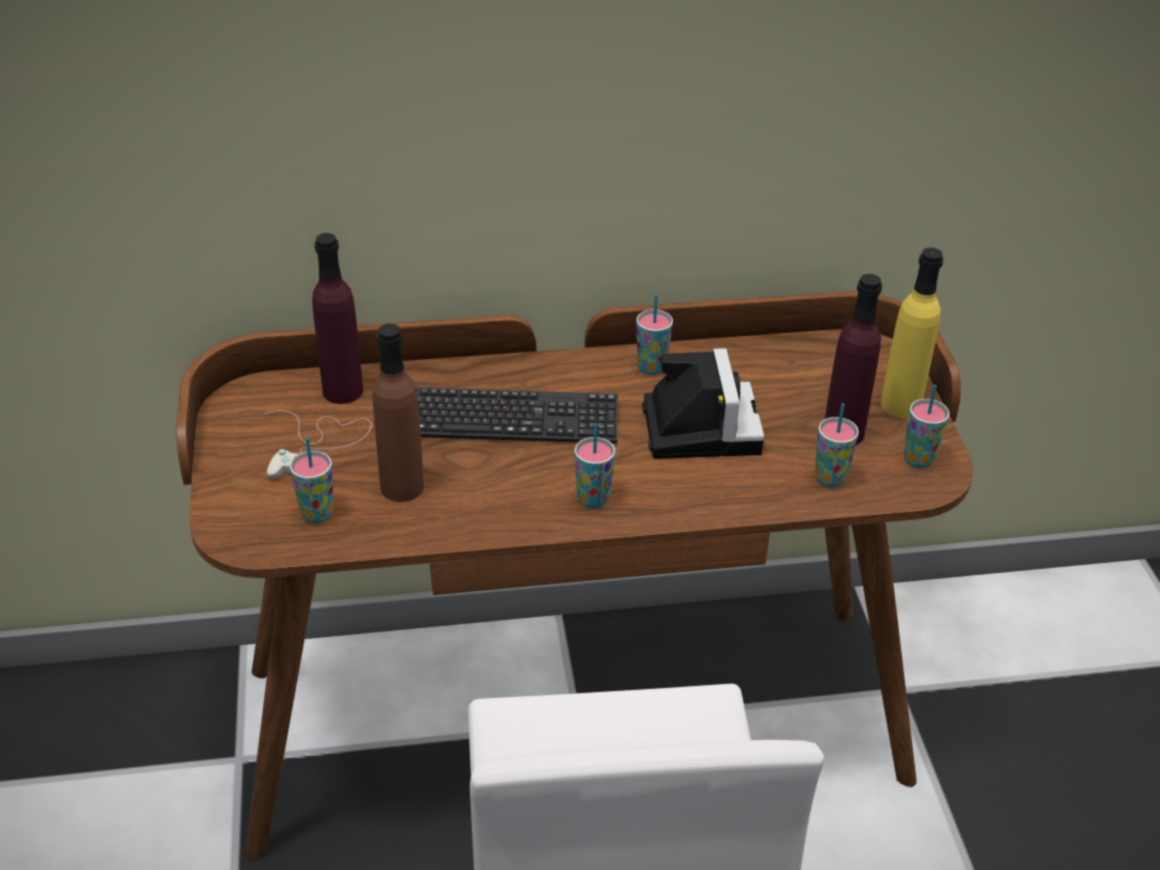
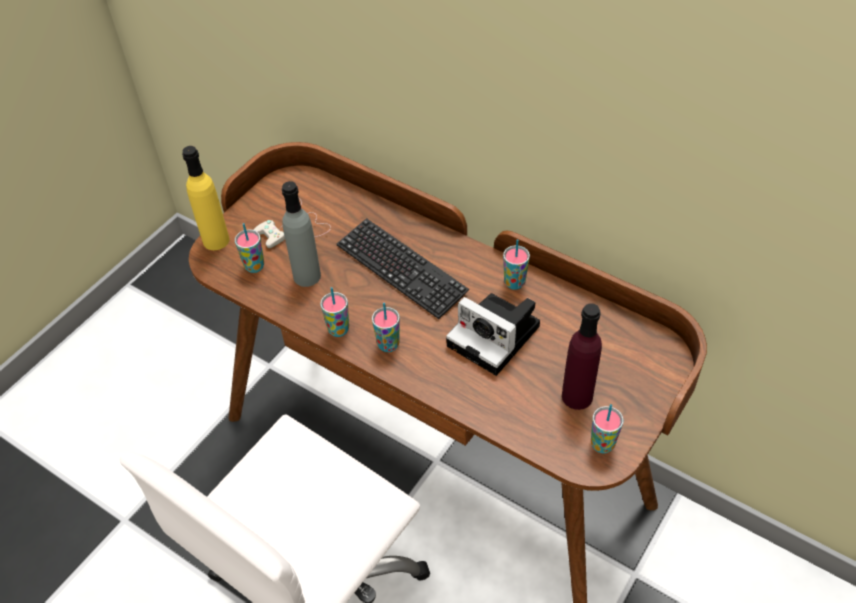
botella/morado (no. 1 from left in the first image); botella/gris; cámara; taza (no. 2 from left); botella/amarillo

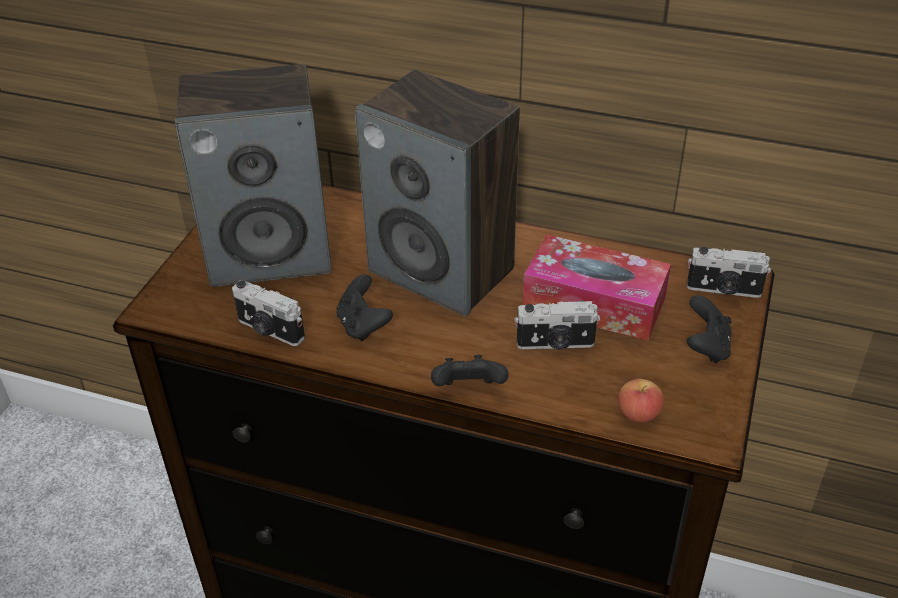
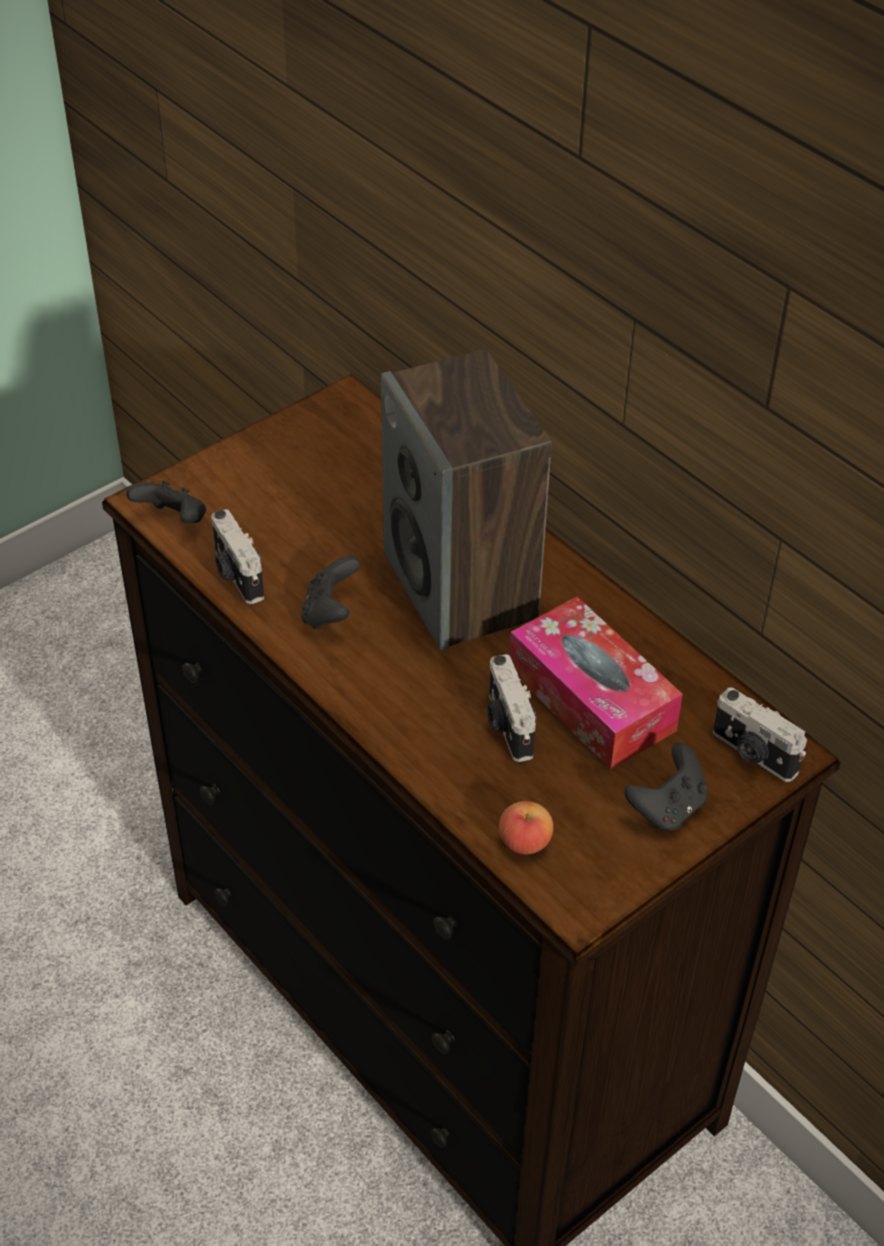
altavoz (no. 1 from left in the first image); mando de consola/negro (no. 1 from left); cámara (no. 2 from left)

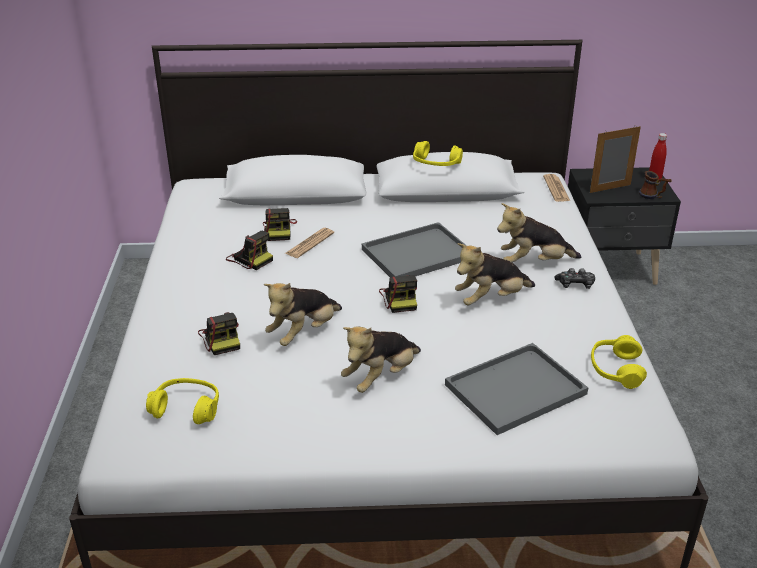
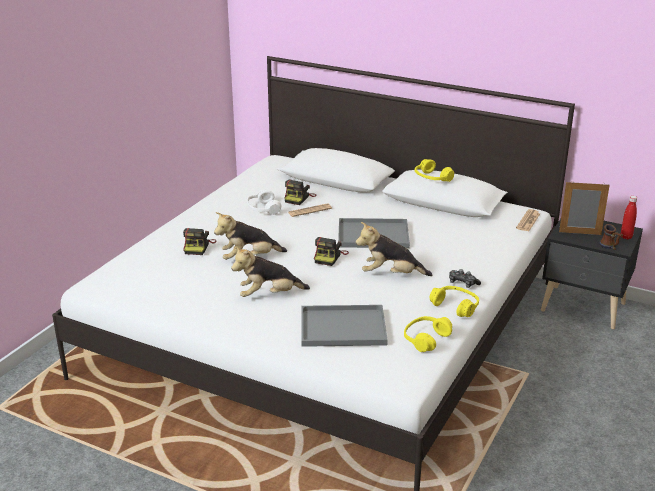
auriculares/amarillo (no. 3 from left); auriculares/blanco; peluche (no. 4 from left in the first image)

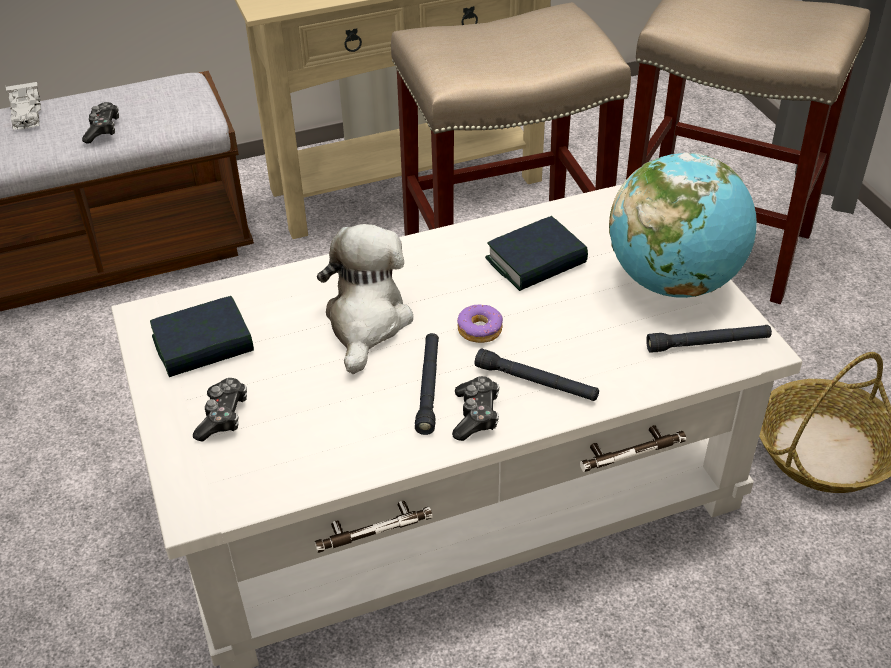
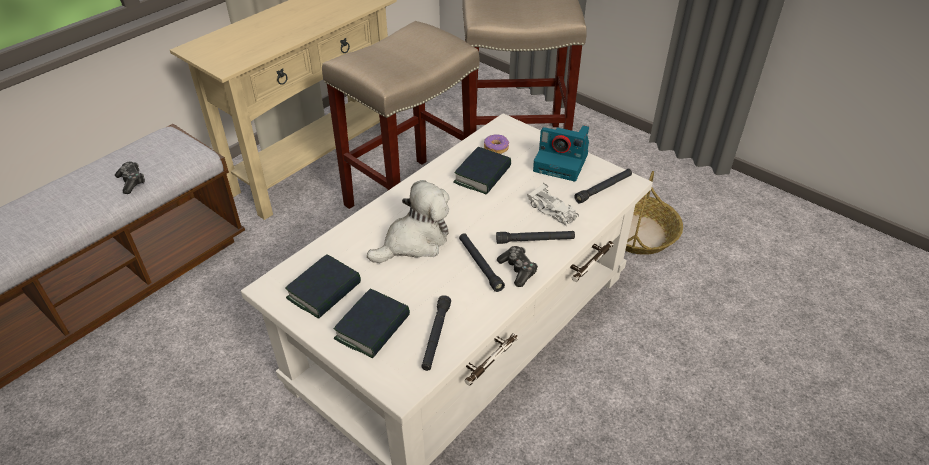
coche de juguete/blanco; libro (no. 2 from left); peluche; rosquilla; cámara; linterna/negro (no. 1 from left)

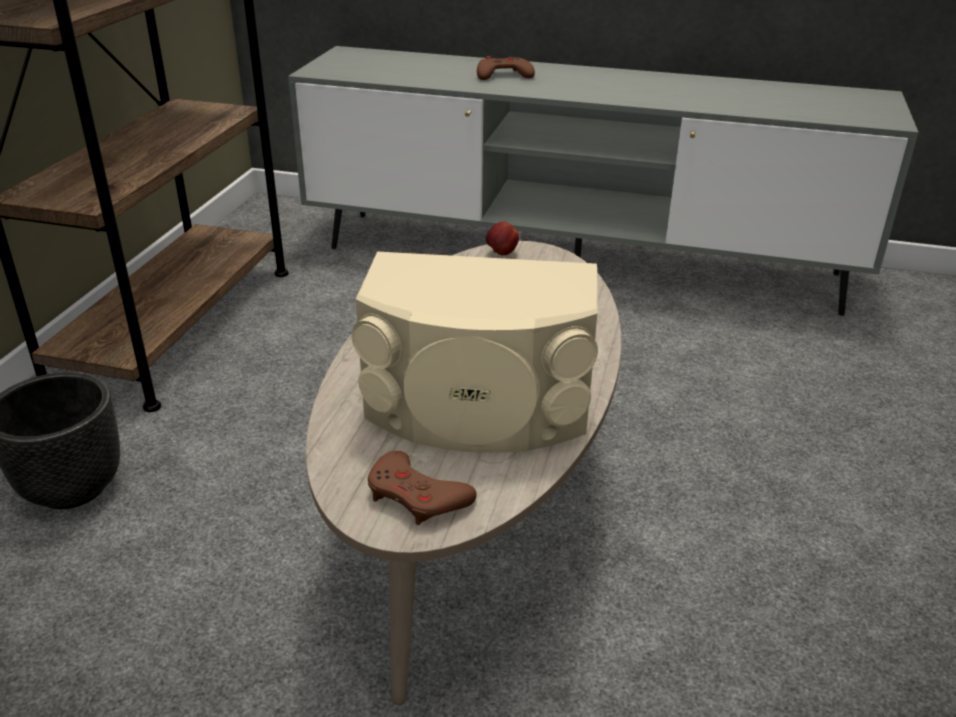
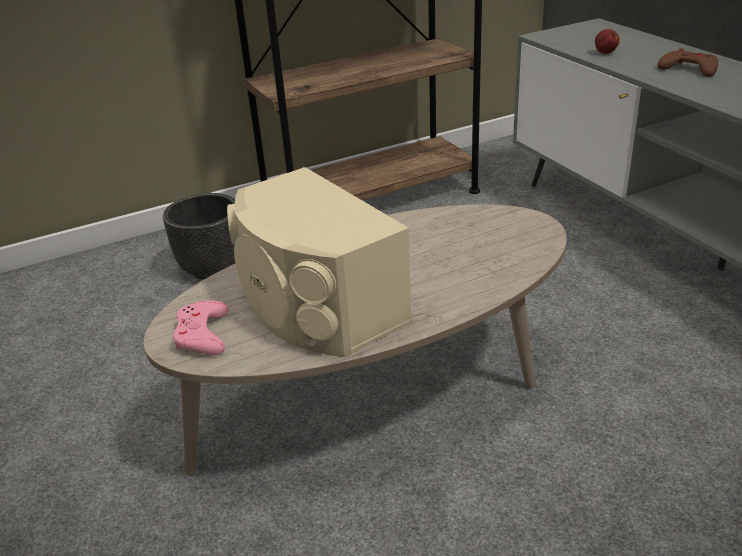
mando de consola/rosa; manzana

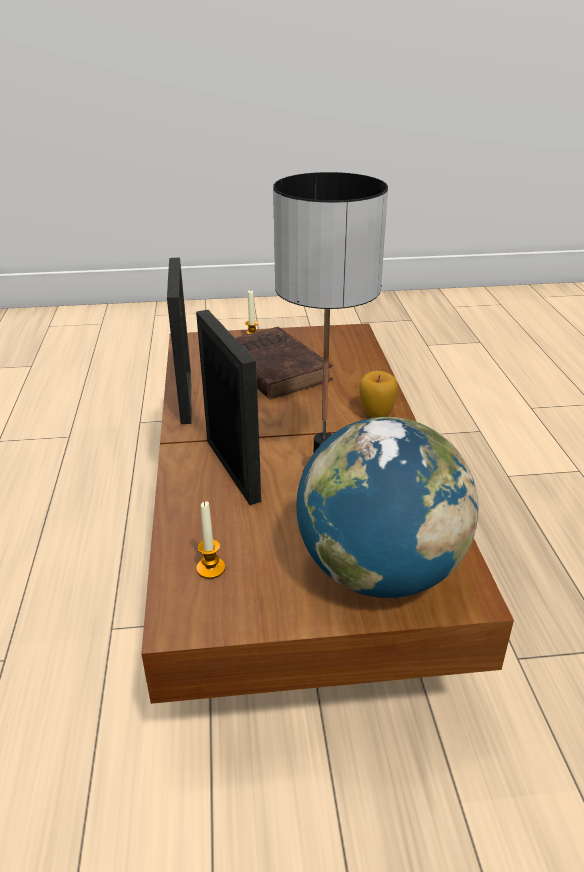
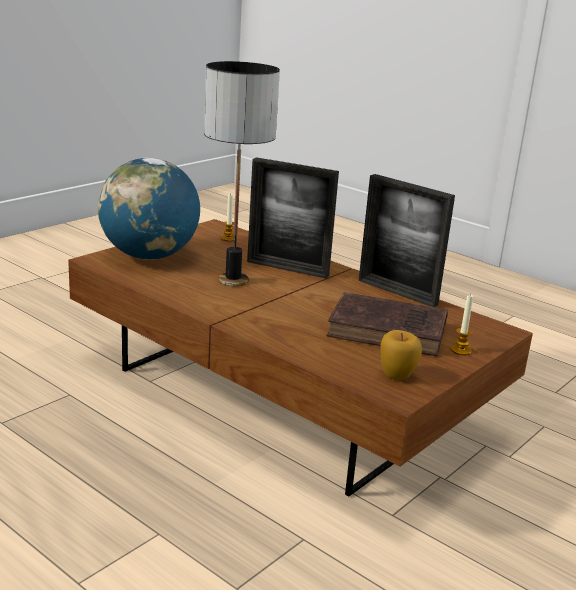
manzana

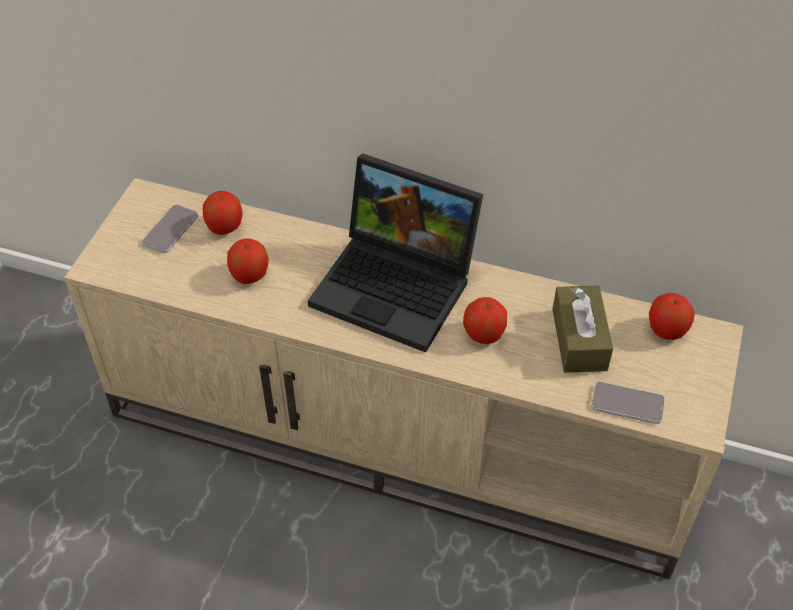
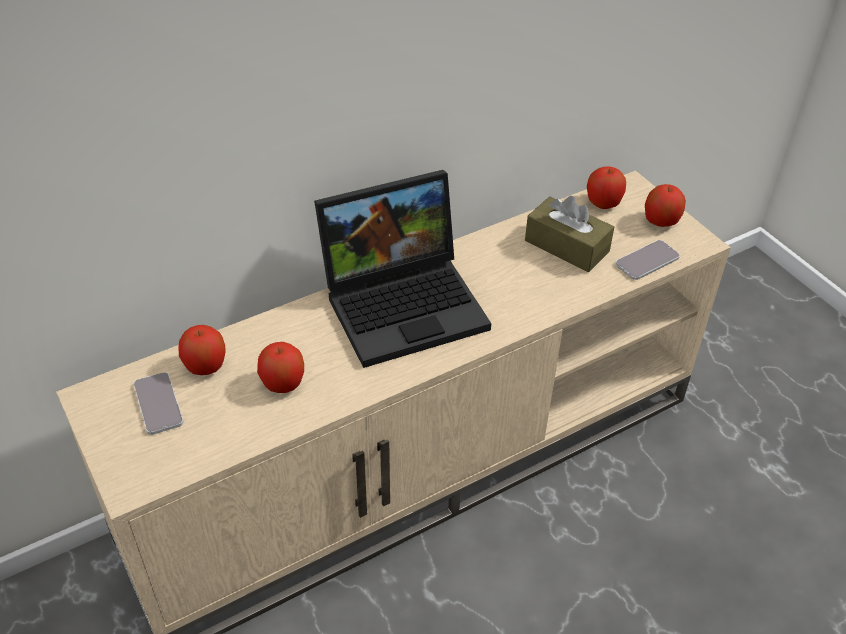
manzana (no. 4 from left)

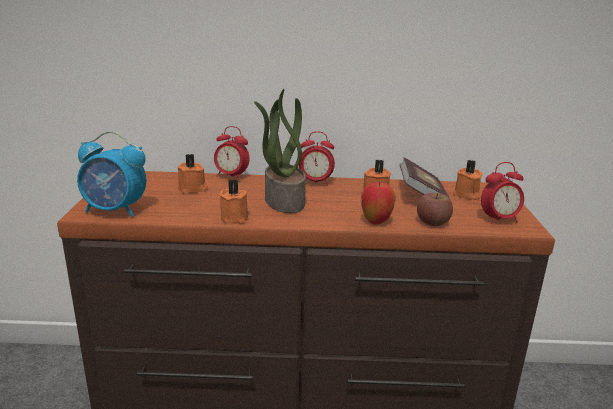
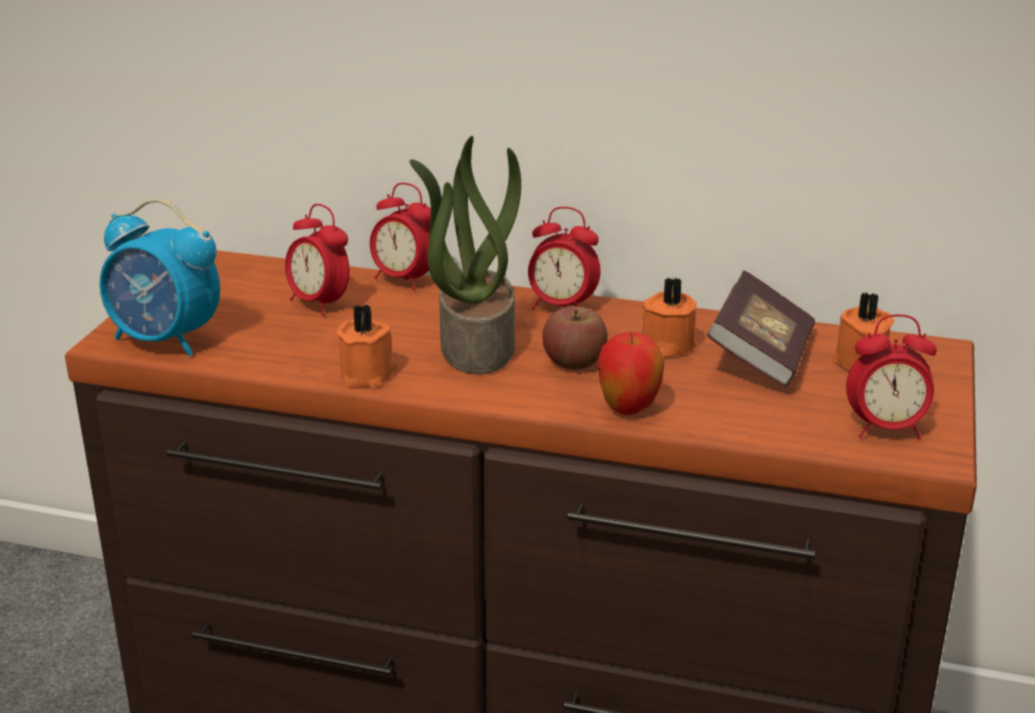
despertador (no. 2 from left); manzana (no. 1 from left)

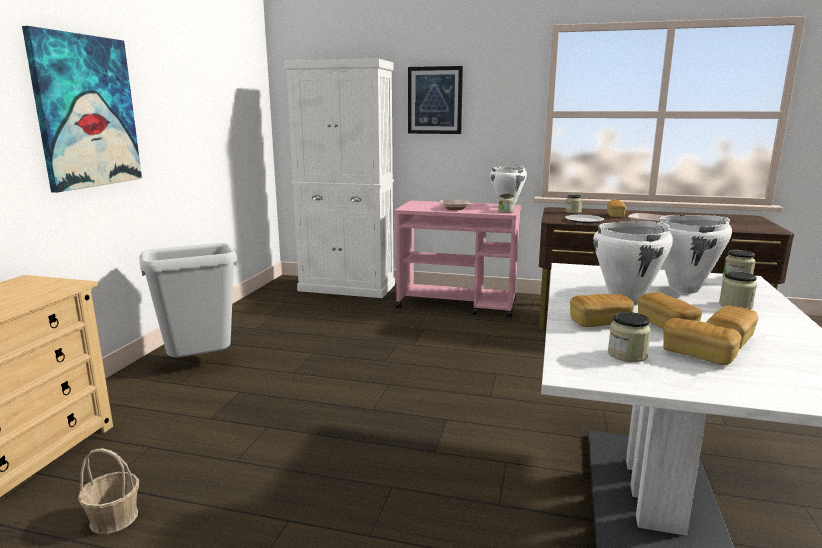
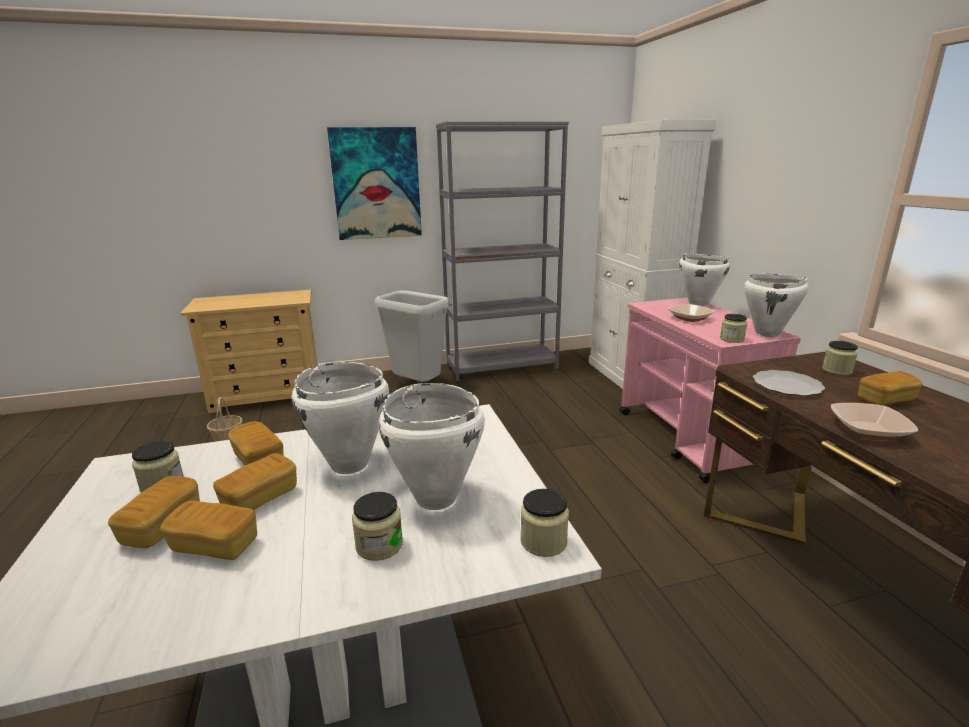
cuadro (no. 2 from left in the first image); estantería/gris; olla/blanco (no. 3 from left)

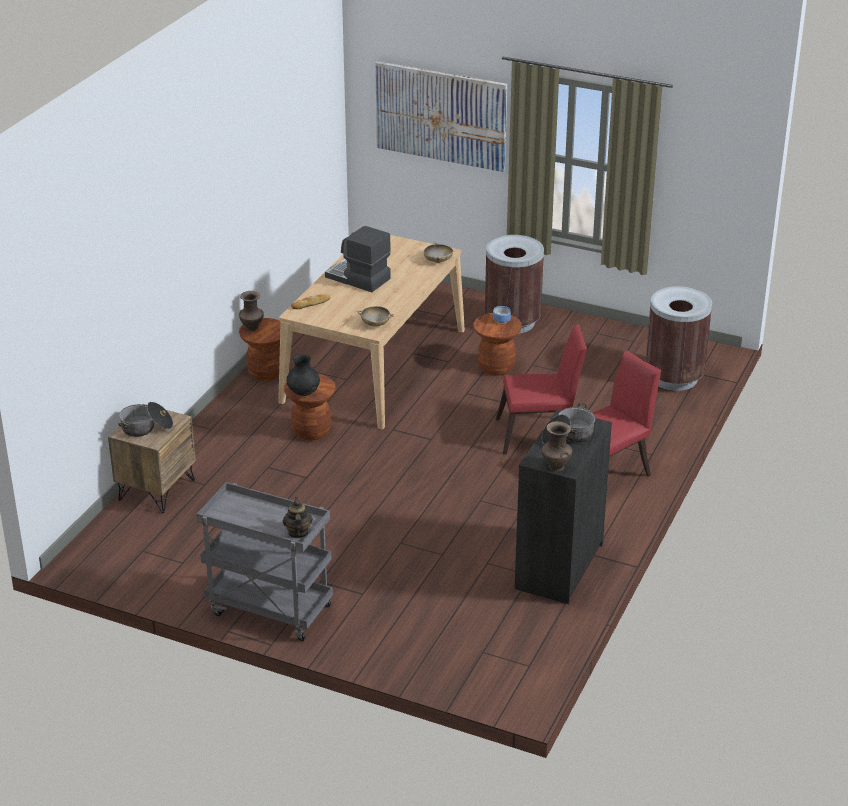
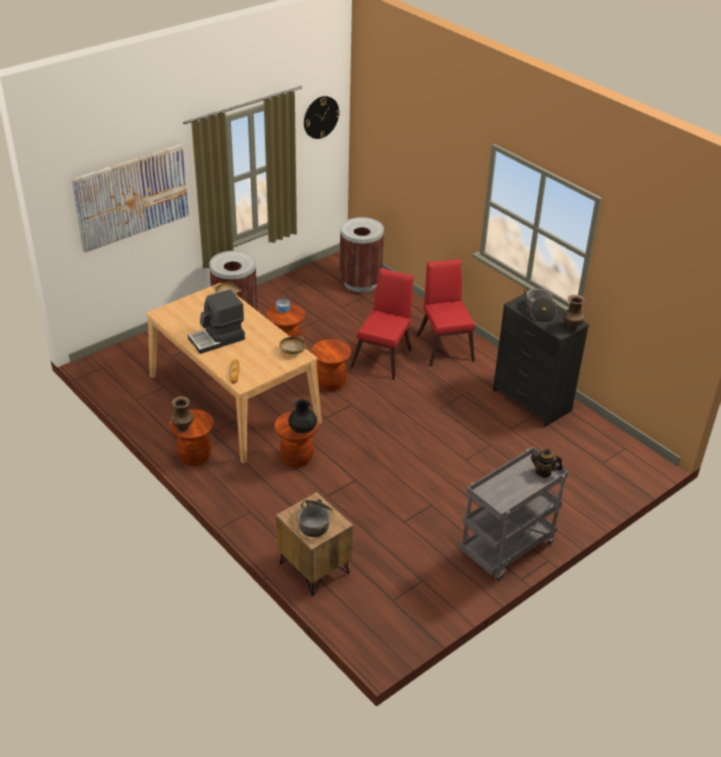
reloj de pared; taburete/marrón (no. 4 from left)

